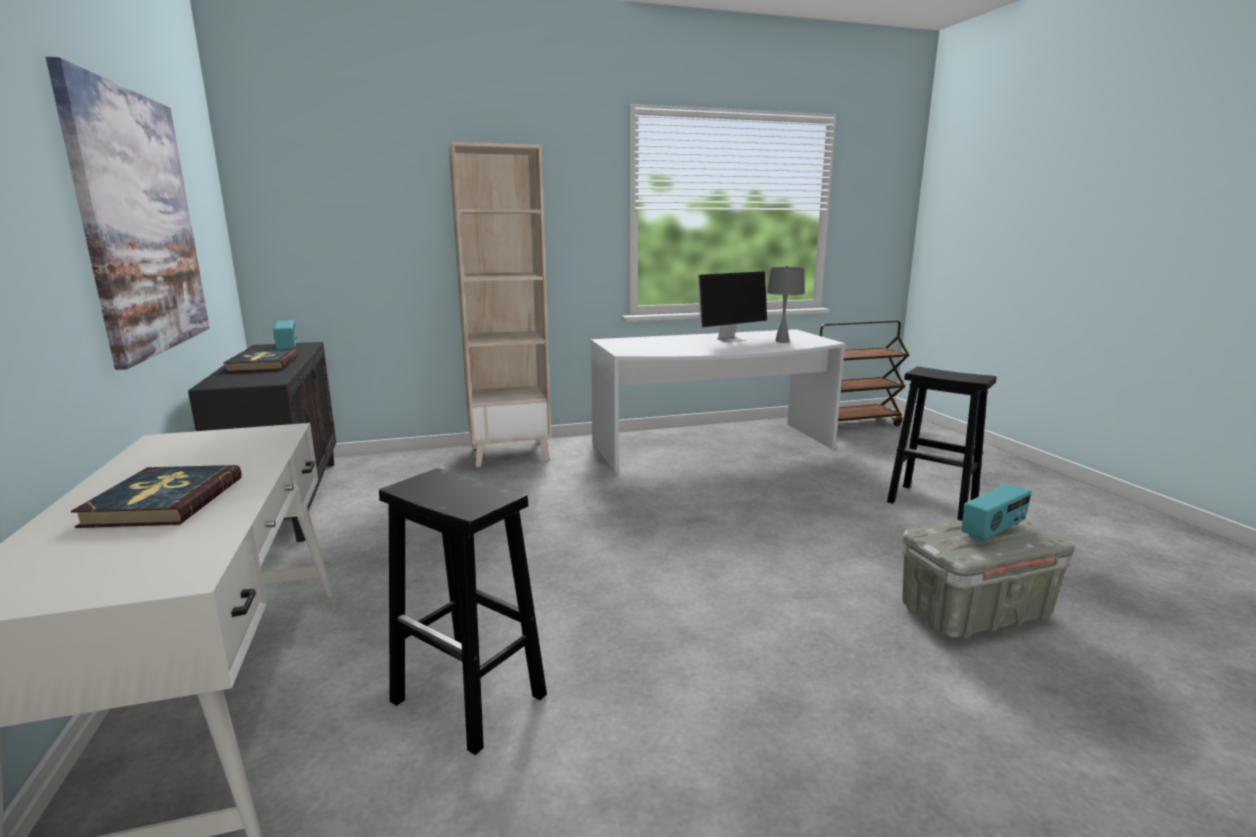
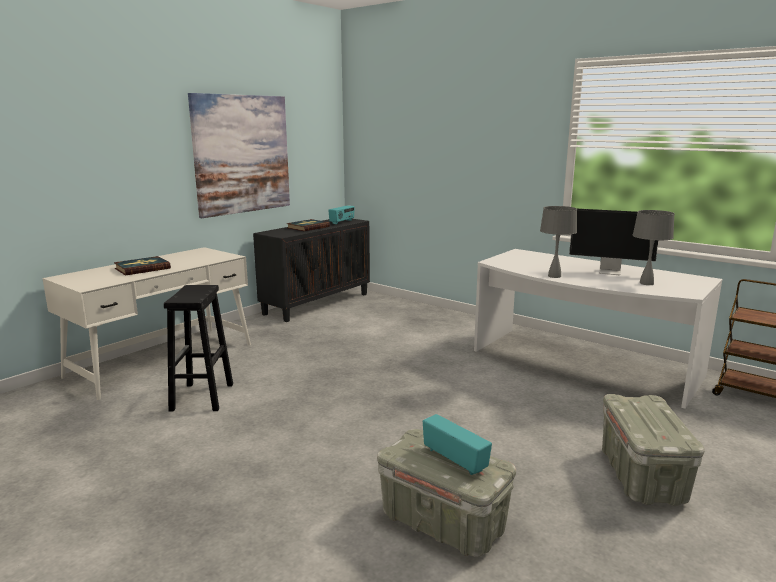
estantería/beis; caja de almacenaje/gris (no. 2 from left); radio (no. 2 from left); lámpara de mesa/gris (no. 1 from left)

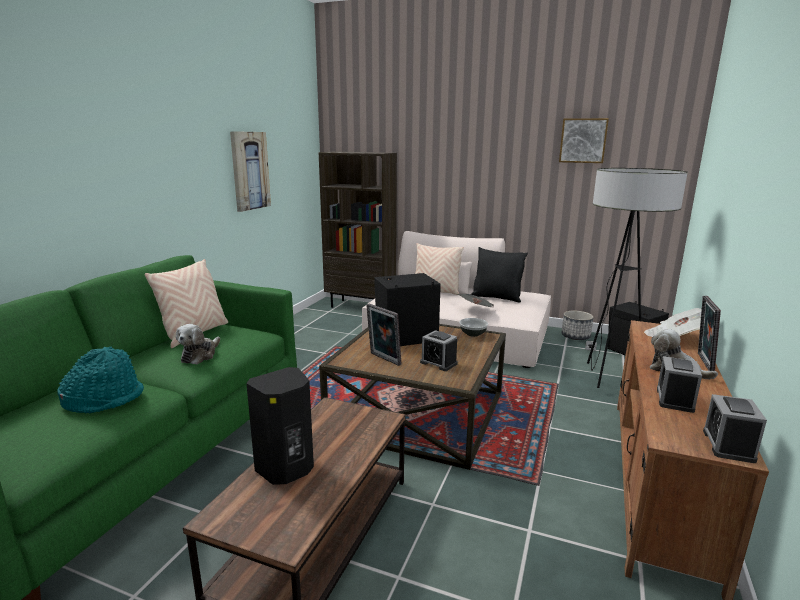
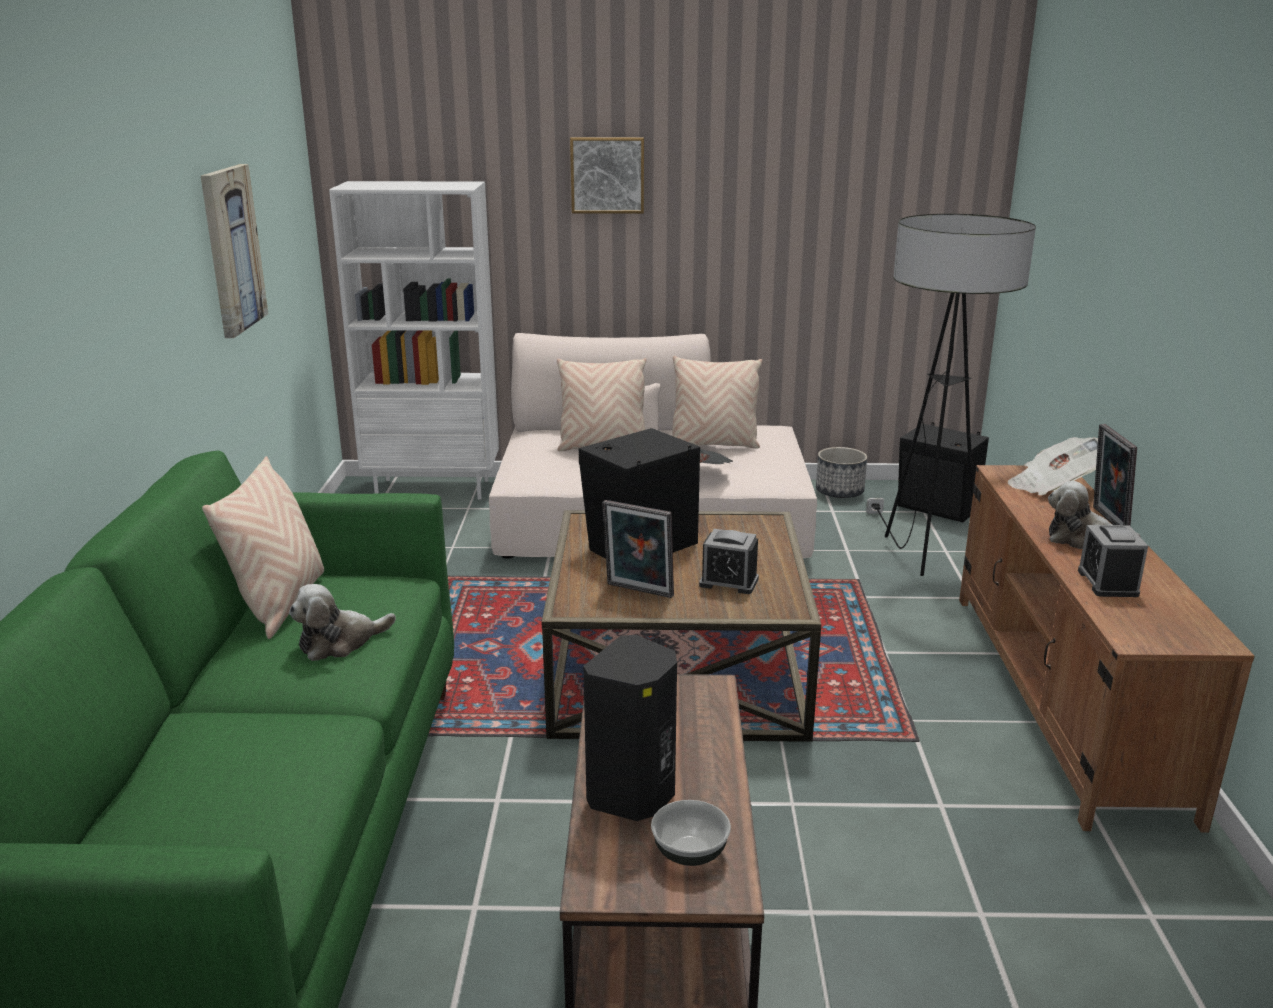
sombrero/turquesa; peluche (no. 1 from left); estantería/blanco; cuenco; cojín/beis (no. 3 from left); cuadro (no. 2 from left); despertador (no. 3 from left in the first image)

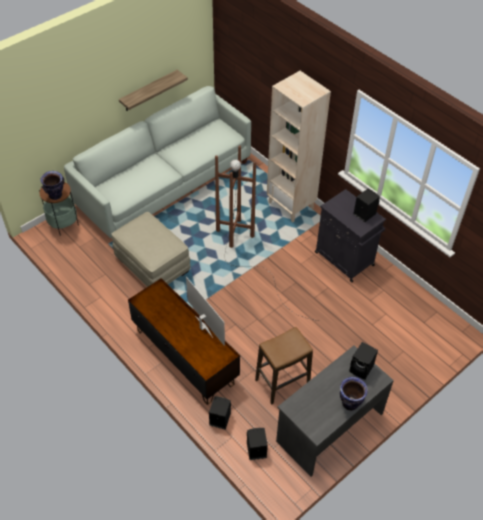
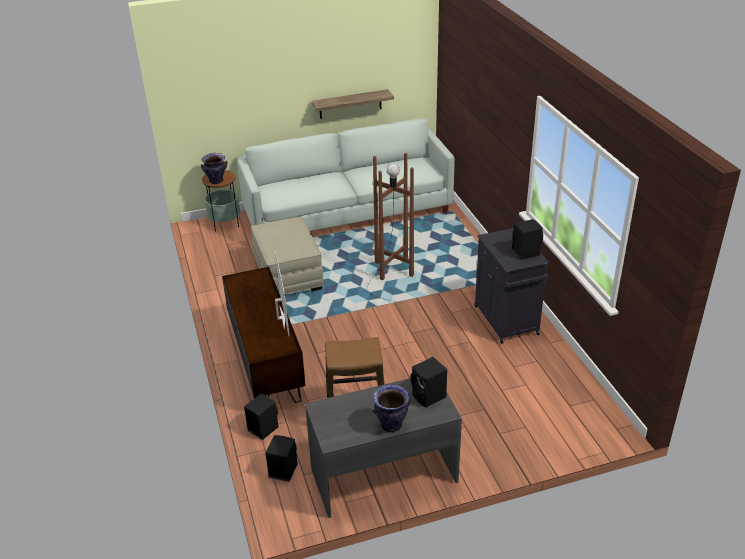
estantería/beis

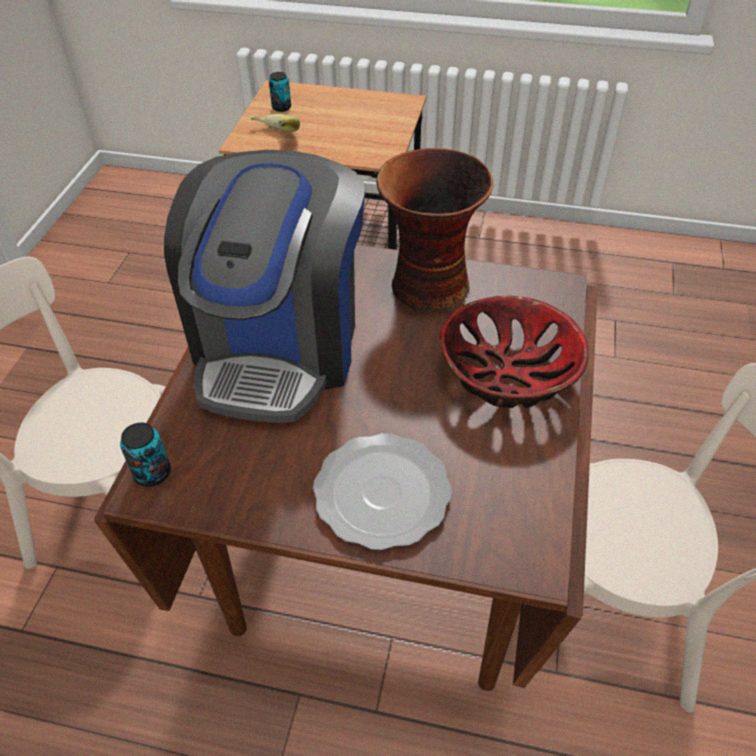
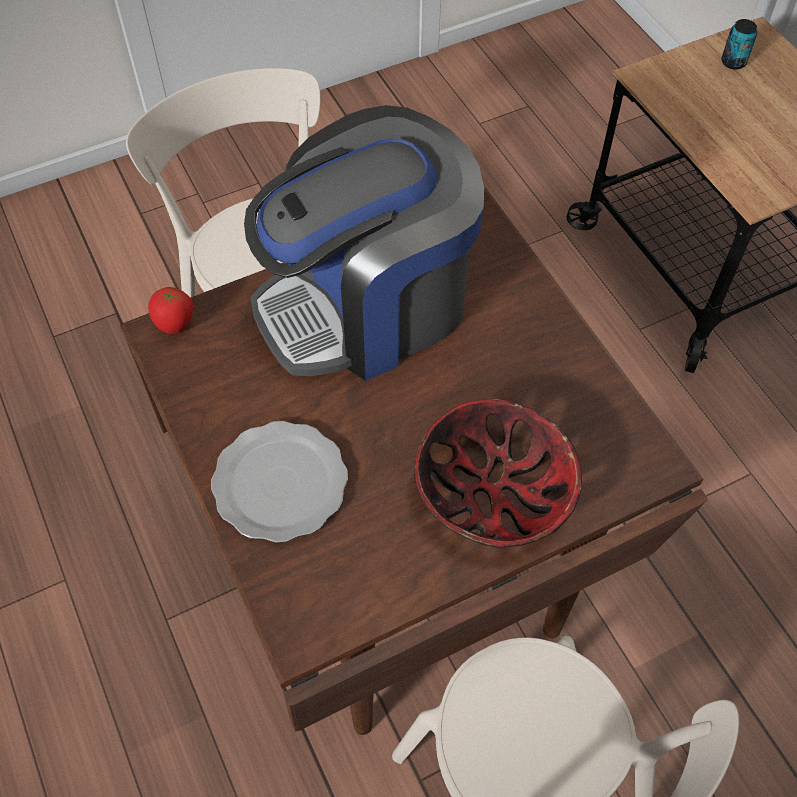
tomate; plátano; florero

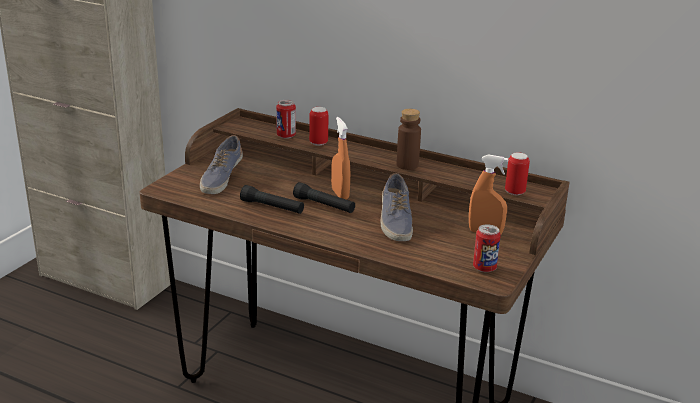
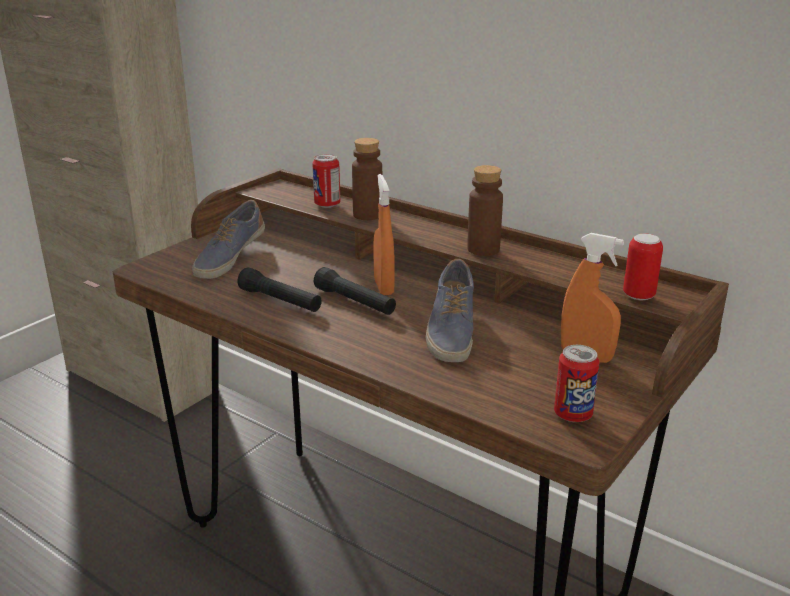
botella/marrón (no. 1 from left)

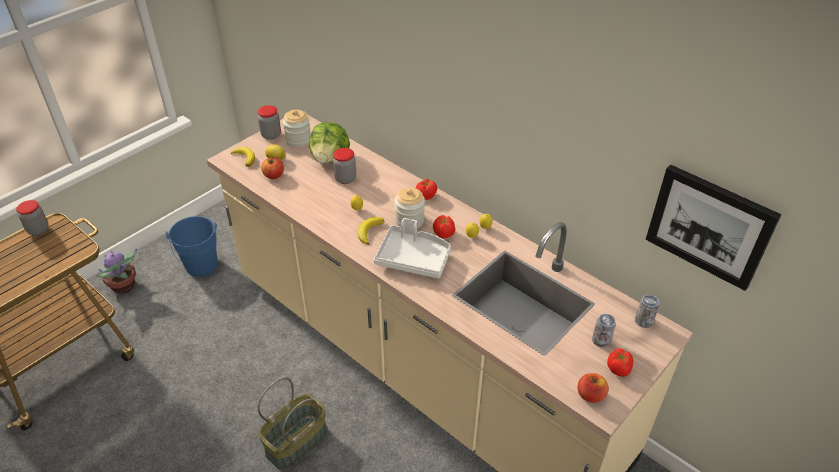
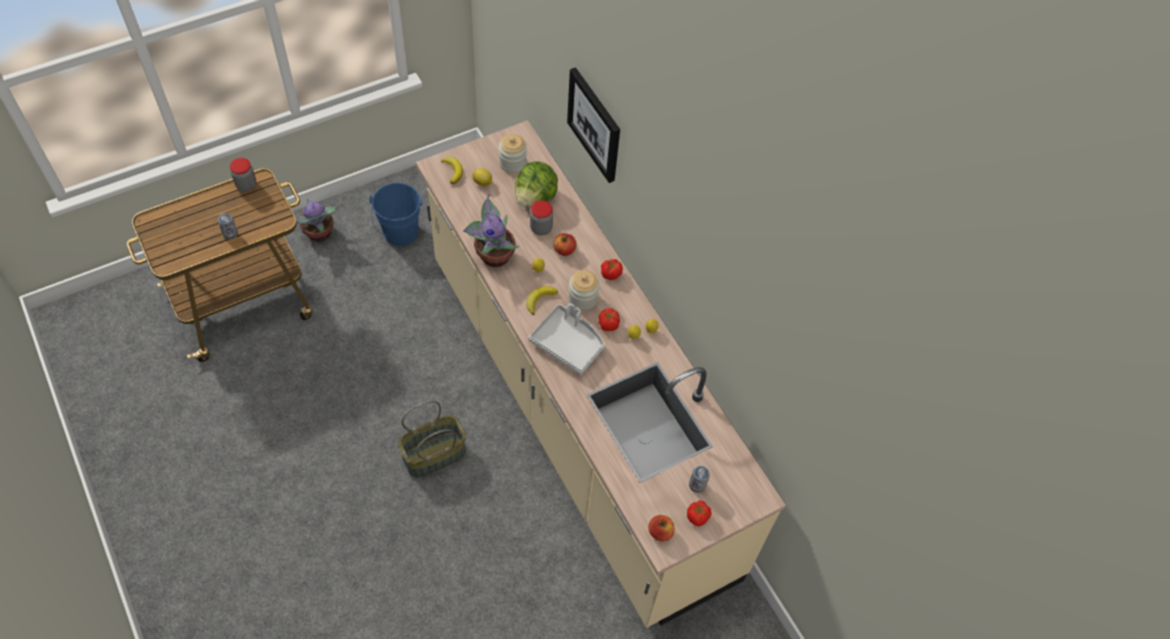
tarro (no. 2 from left in the first image); manzana (no. 1 from left); lata (no. 1 from left); cuadro; planta en maceta (no. 2 from left)

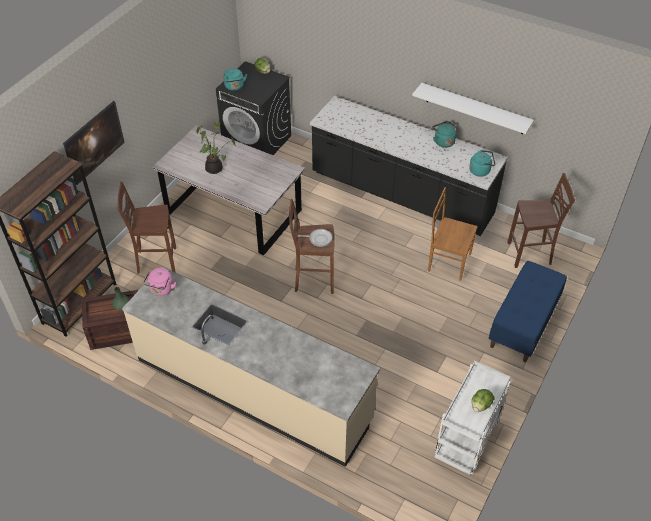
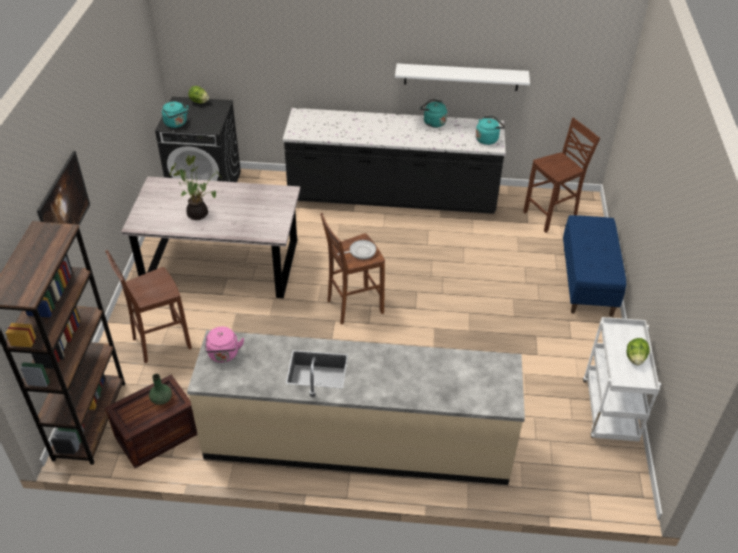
silla/marrón

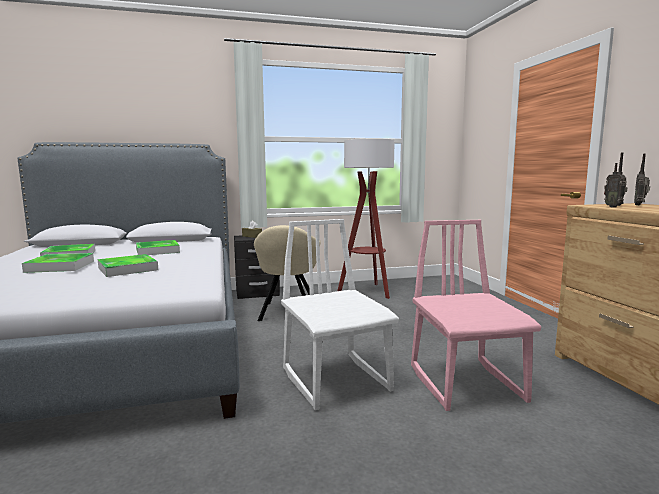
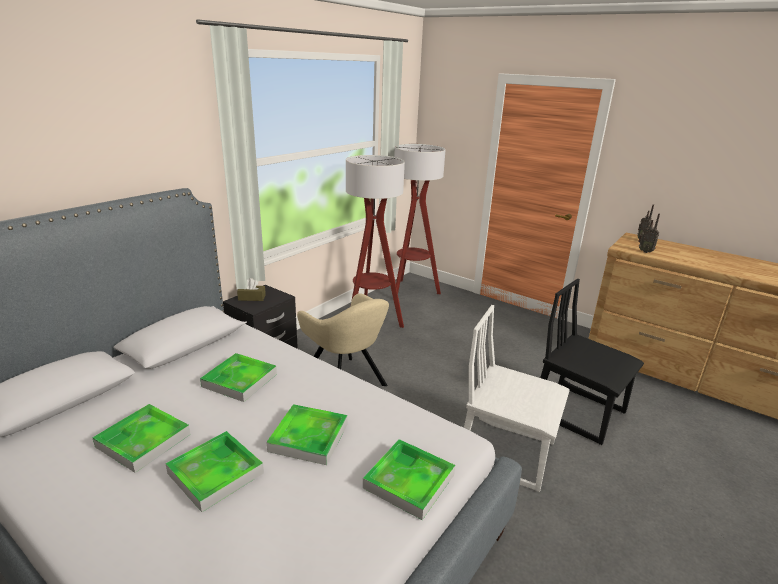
silla/negro; bandeja (no. 5 from left); lámpara de pie (no. 2 from left)

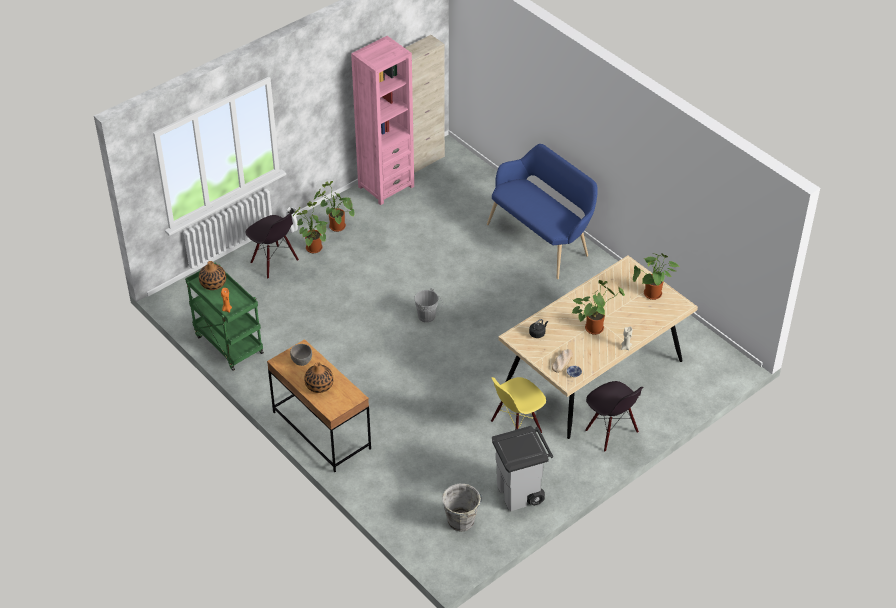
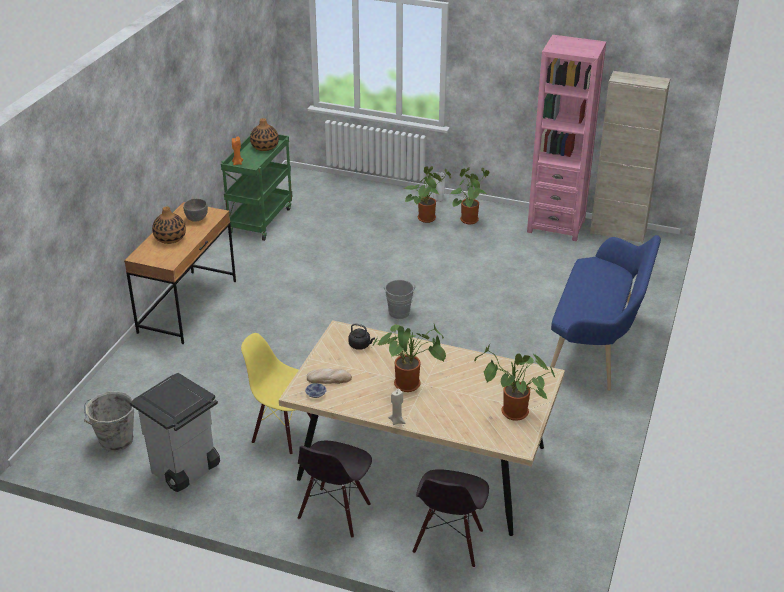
silla/negro (no. 2 from left)

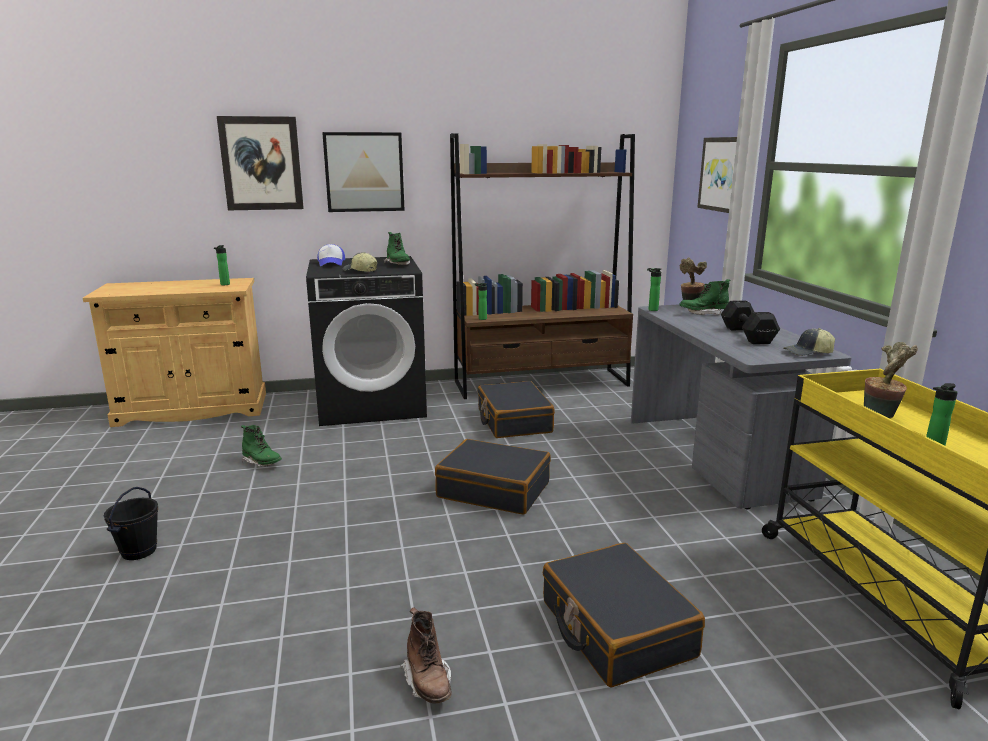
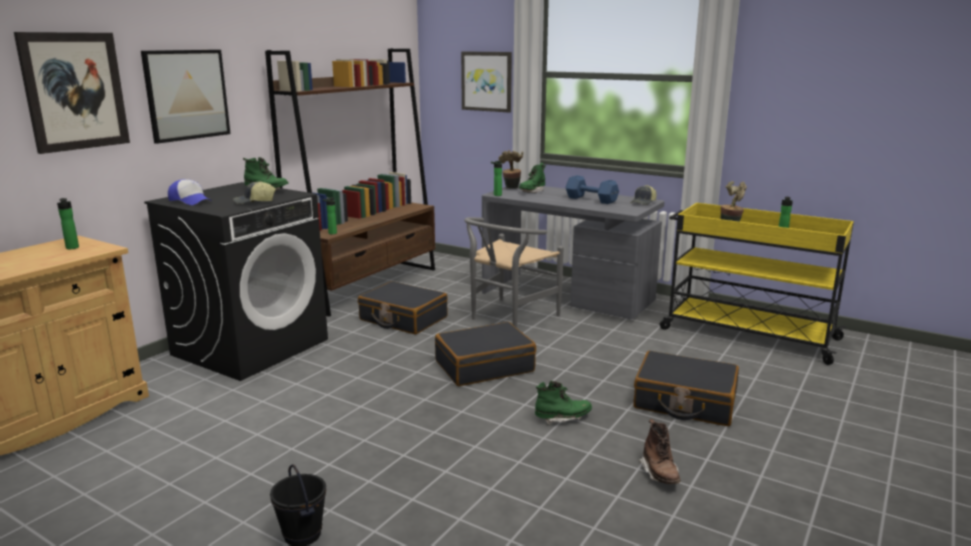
bota/verde (no. 3 from left); bota/marrón; mancuerna/azul; silla/gris

